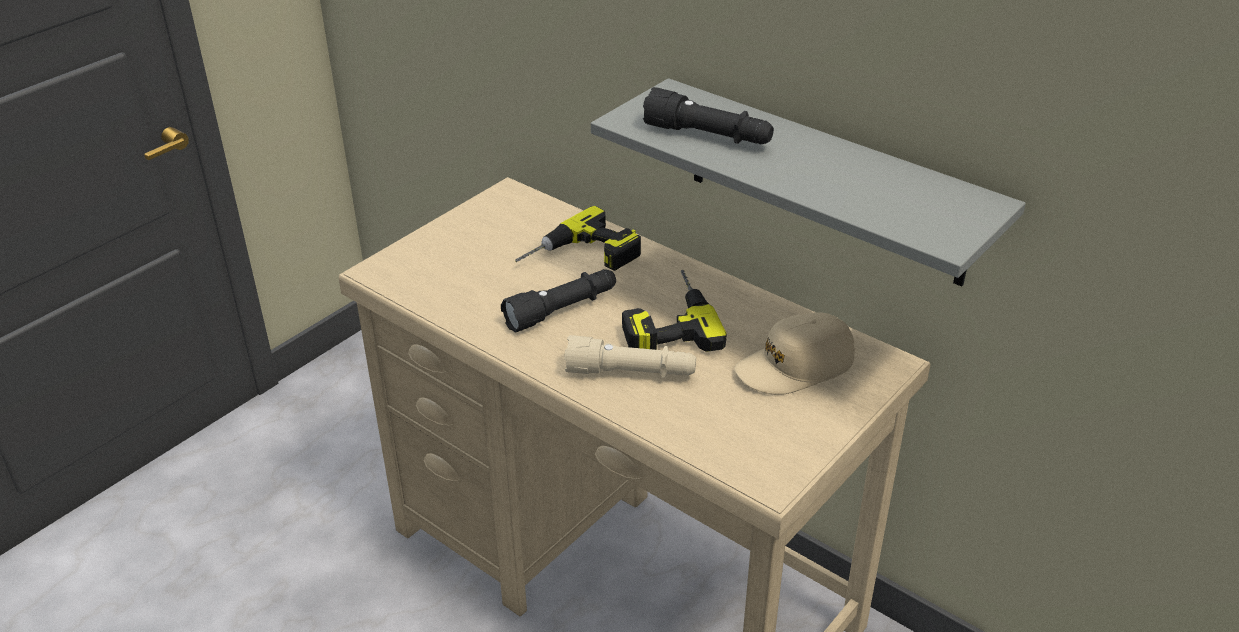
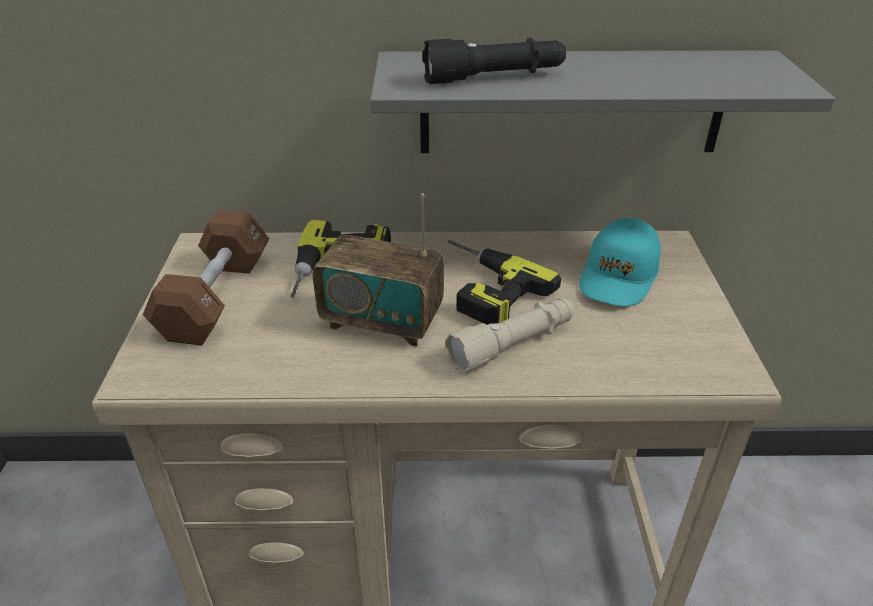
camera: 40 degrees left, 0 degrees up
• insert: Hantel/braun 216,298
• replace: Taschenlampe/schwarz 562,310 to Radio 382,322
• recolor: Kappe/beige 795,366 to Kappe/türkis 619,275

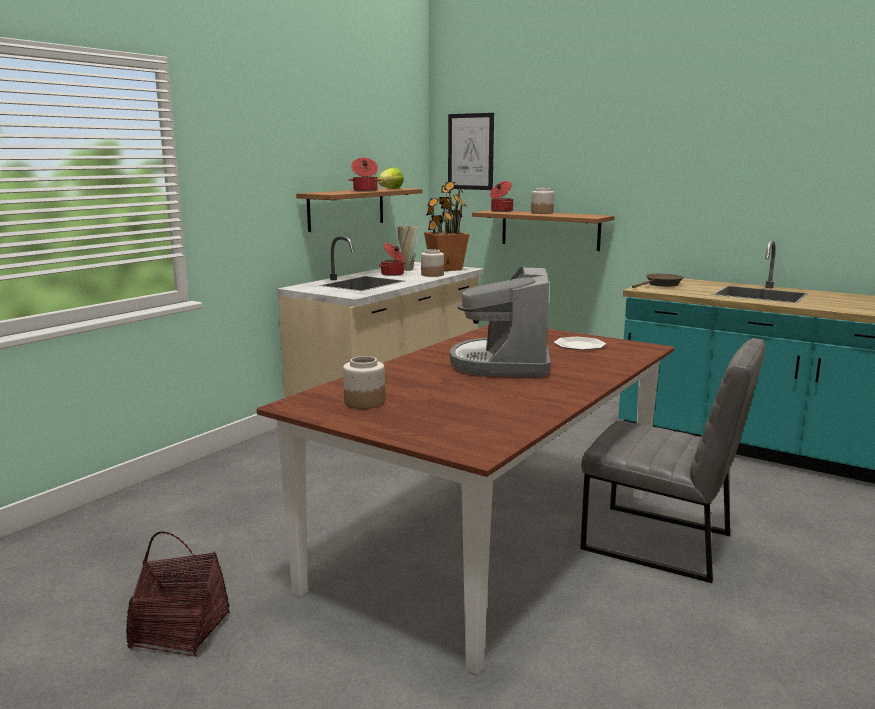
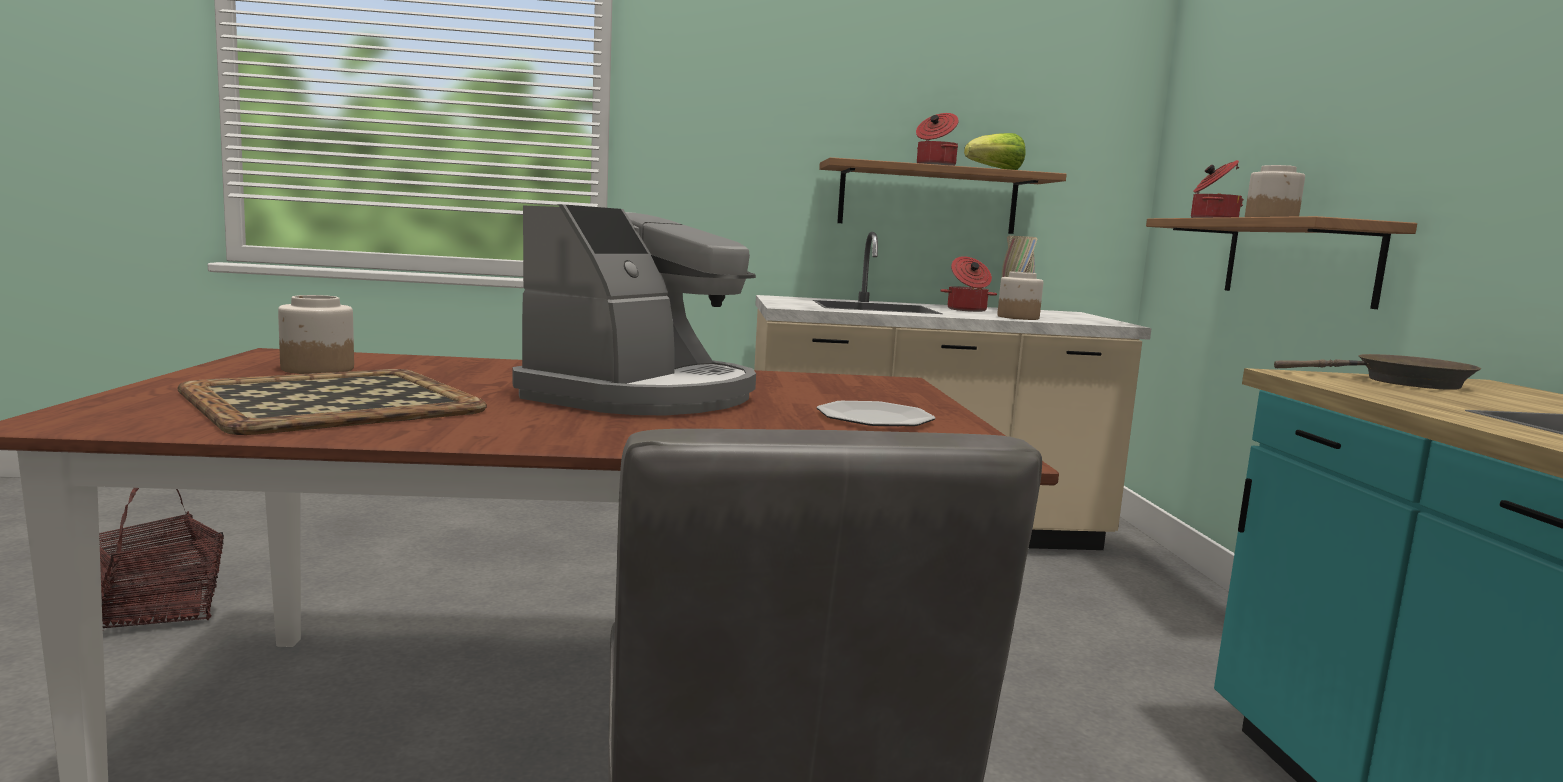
camera: 50 degrees right, 5 degrees down
• delete: Topfpflanze 445,269
• delete: Bild 470,151
• insert: Tablett 336,402
• rotate: Kaffeemaschine 502,363 = 643,395 150 degrees clockwise

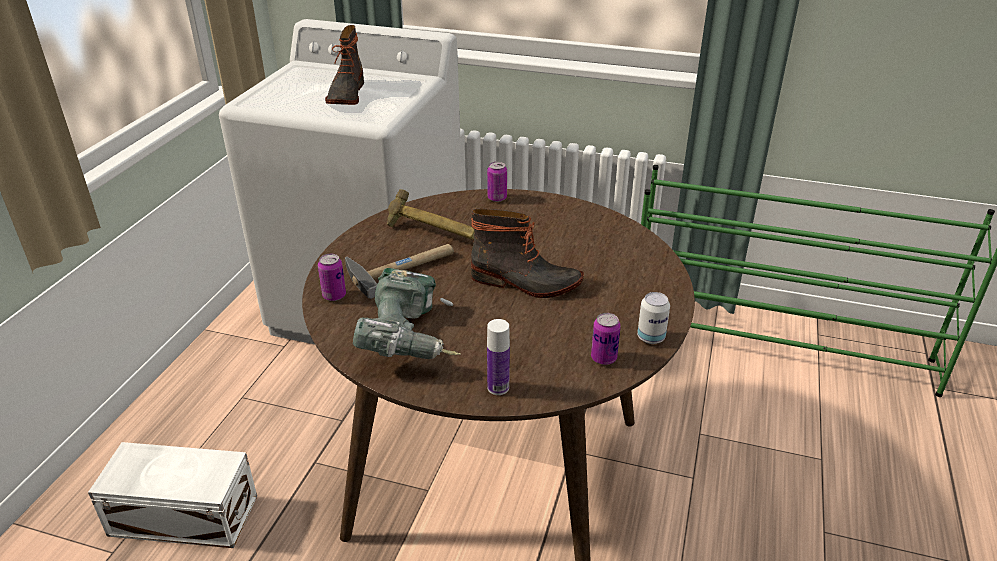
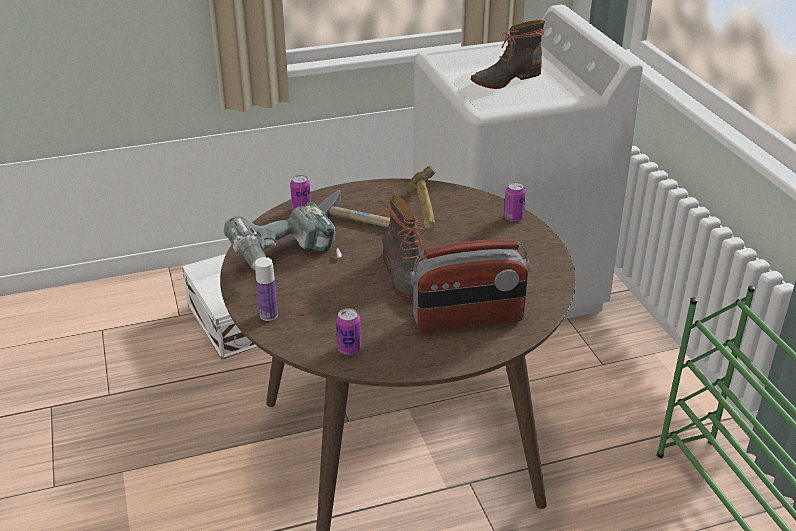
camera: 55 degrees right, 0 degrees up
• delete: Dose 651,338
• insert: Radio 468,319

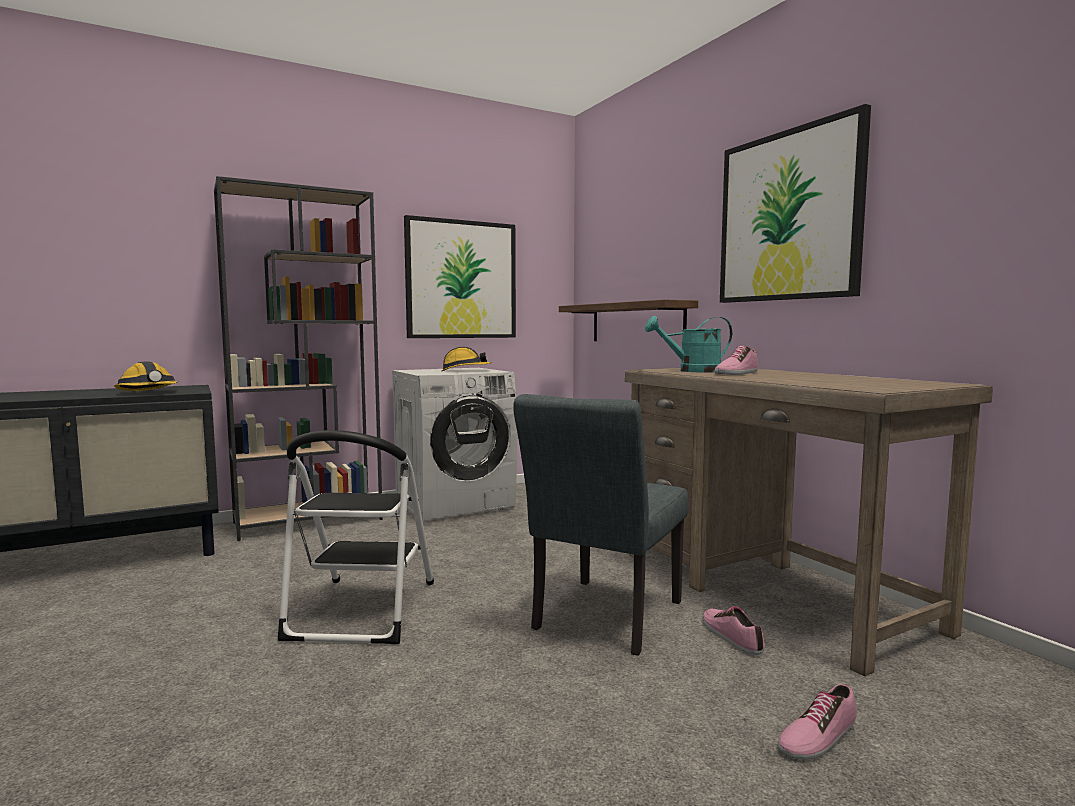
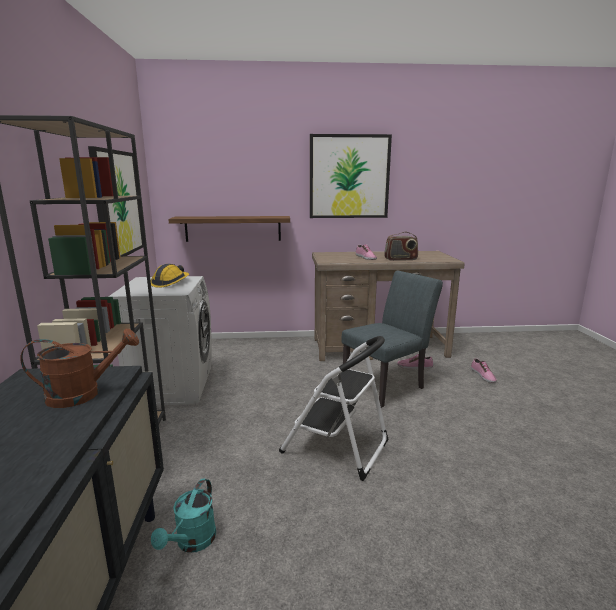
camera: 65 degrees left, 10 degrees up
• insert: Radio 400,259
• move: Gießkanne/türkis 692,371 to 192,543
• replace: Schutzhelm 149,392 to Gießkanne/braun 83,394
• rotate: Stuhl/grau 602,620 = 387,385 90 degrees counterclockwise

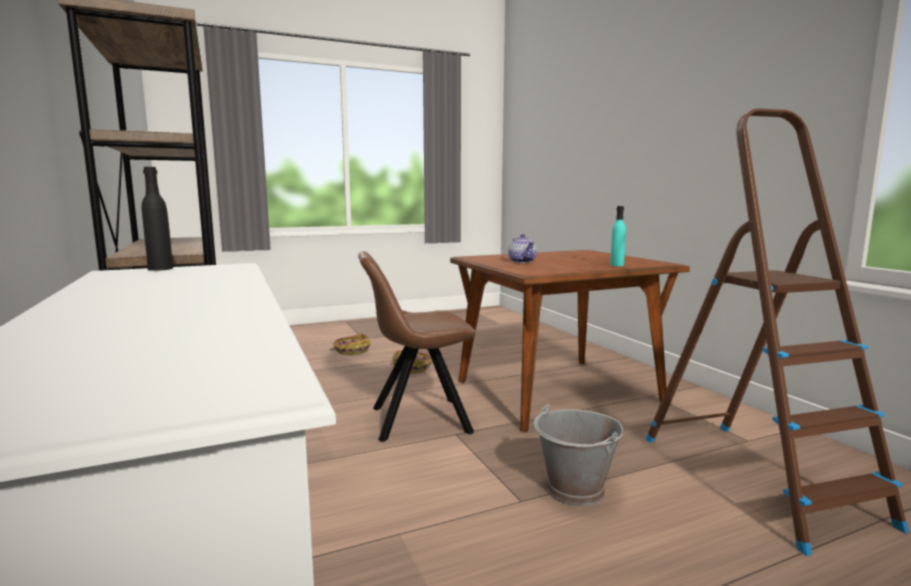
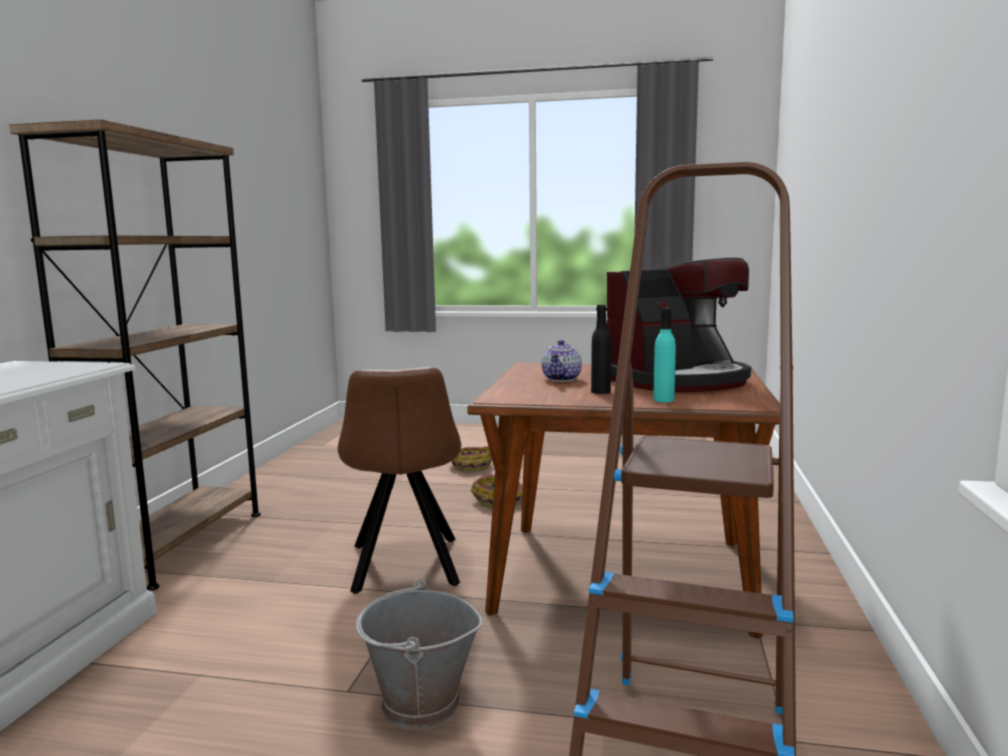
camera: 35 degrees right, 0 degrees up
• insert: Kaffeemaschine 678,380
• move: Flasche/schwarz 160,269 to 600,392
• rotate: Stuhl/braun 419,420 = 405,565 120 degrees counterclockwise

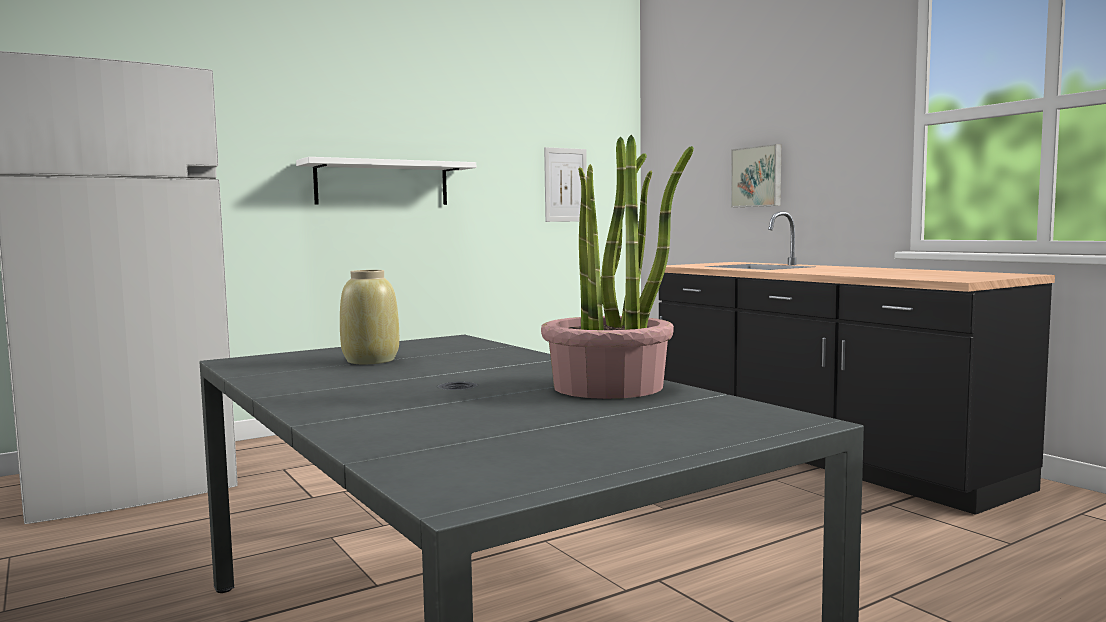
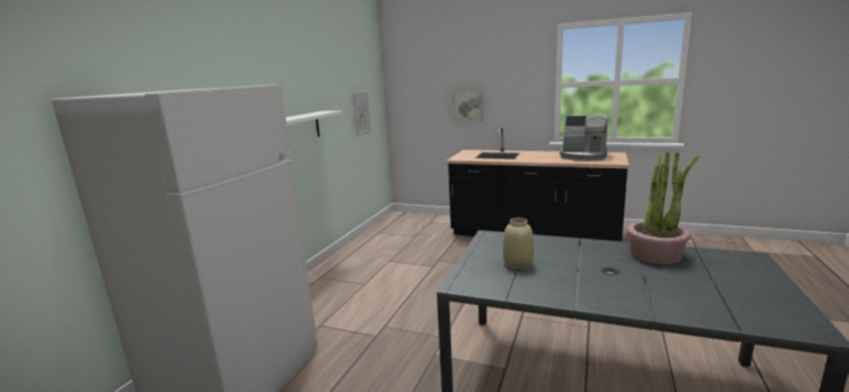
camera: 35 degrees left, 10 degrees up
• insert: Kaffeemaschine 583,156

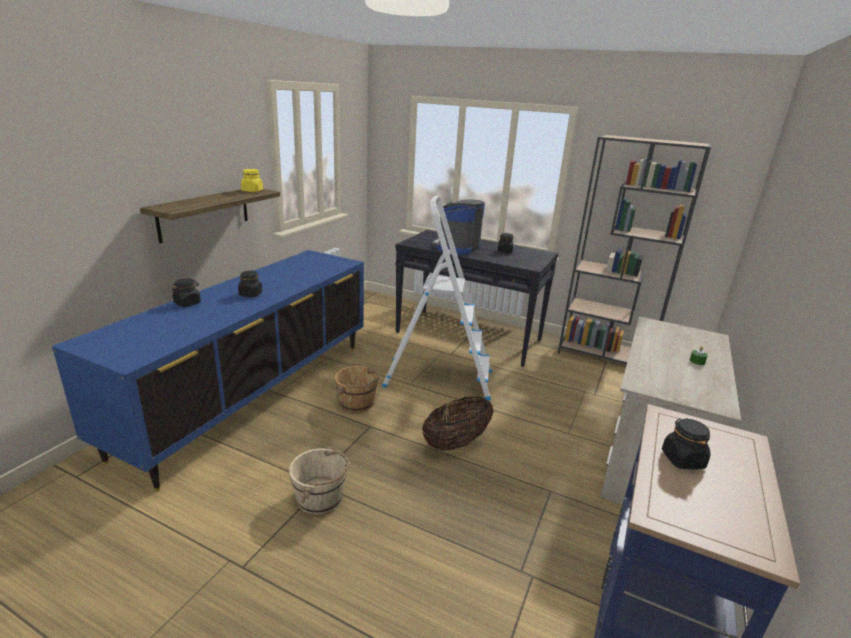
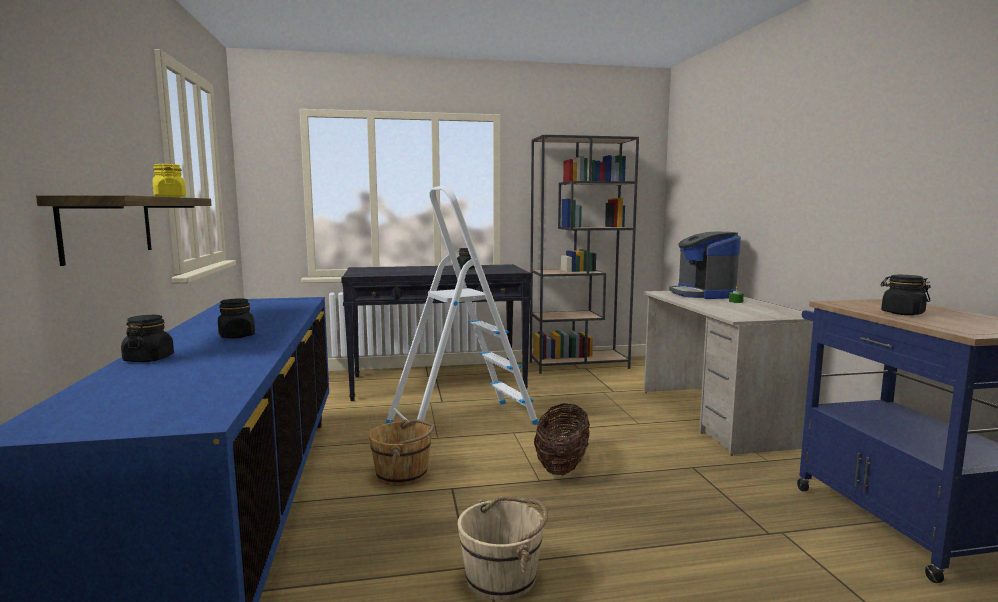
camera: 35 degrees left, 15 degrees down
• move: Kaffeemaschine 456,247 to 703,294

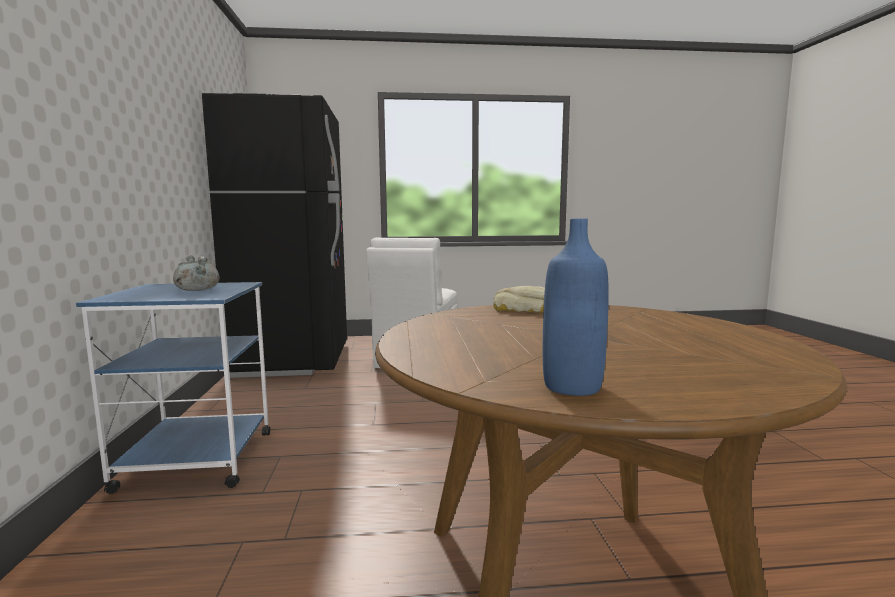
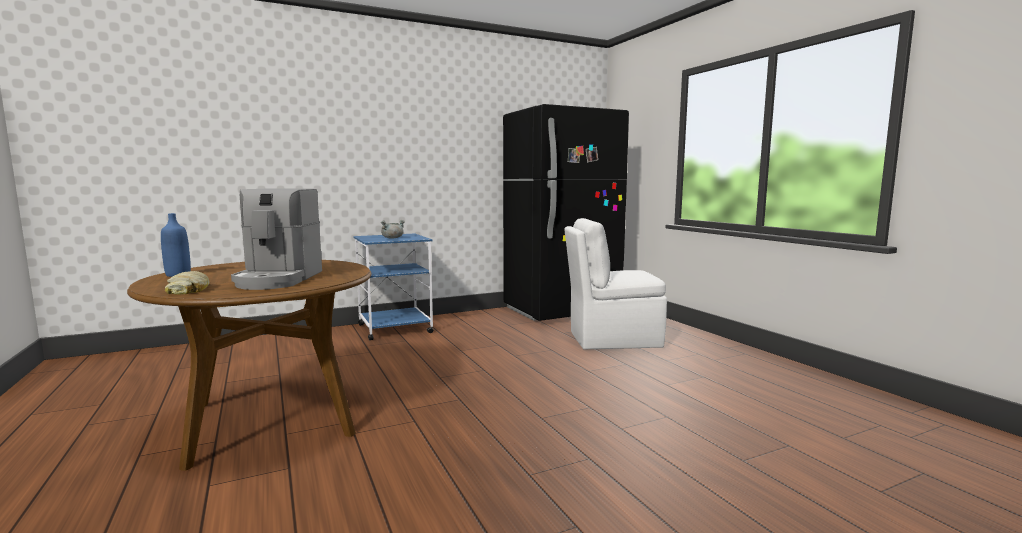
camera: 70 degrees right, 0 degrees up
• insert: Kaffeemaschine 279,279
• move: Brot 523,309 to 190,289

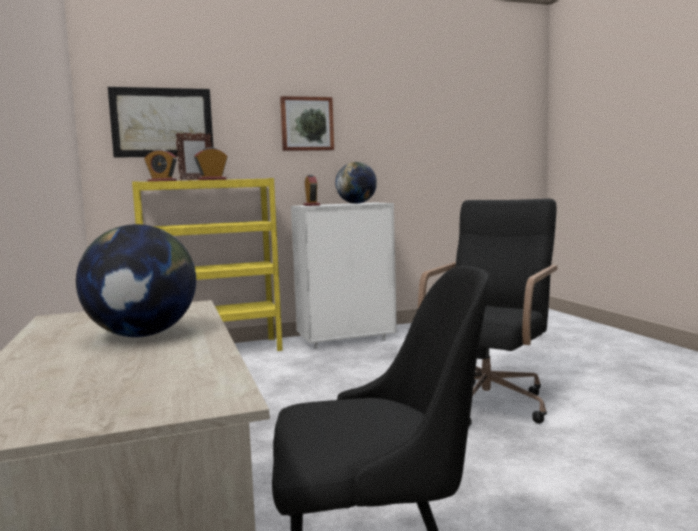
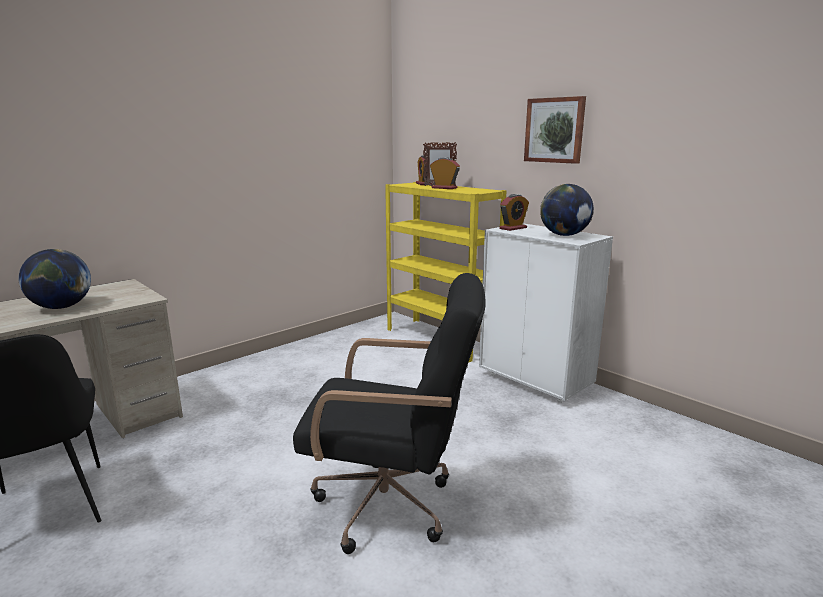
camera: 65 degrees right, 10 degrees up
• delete: Bild 162,122

